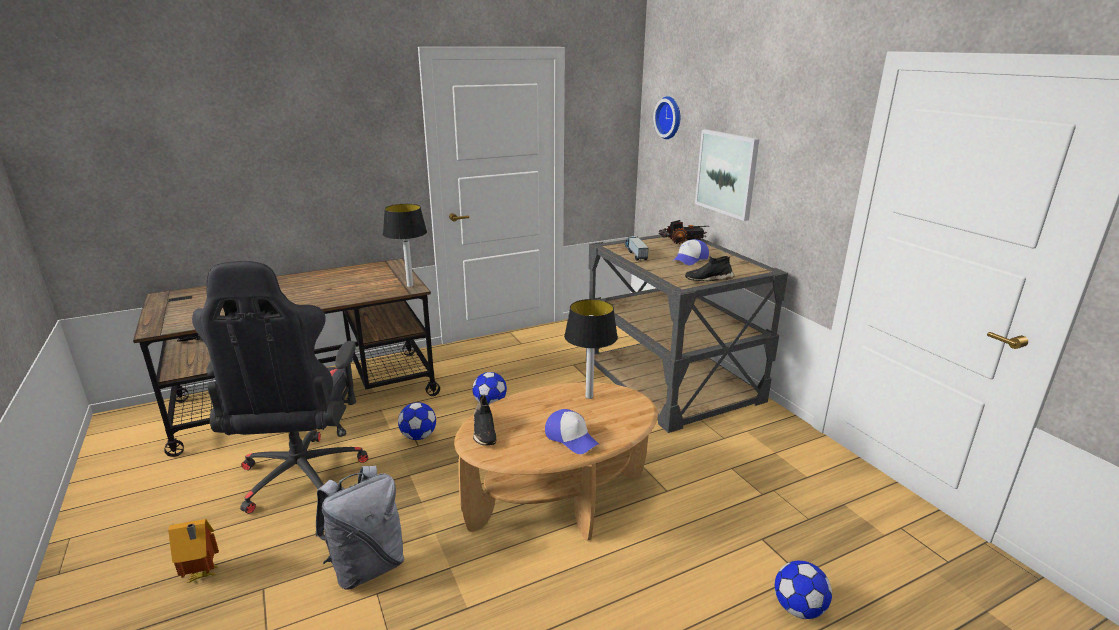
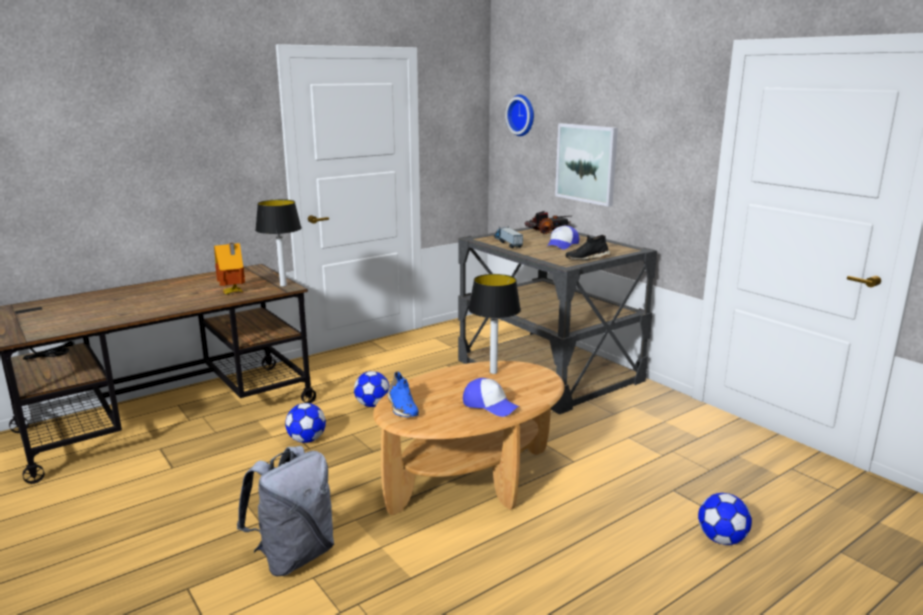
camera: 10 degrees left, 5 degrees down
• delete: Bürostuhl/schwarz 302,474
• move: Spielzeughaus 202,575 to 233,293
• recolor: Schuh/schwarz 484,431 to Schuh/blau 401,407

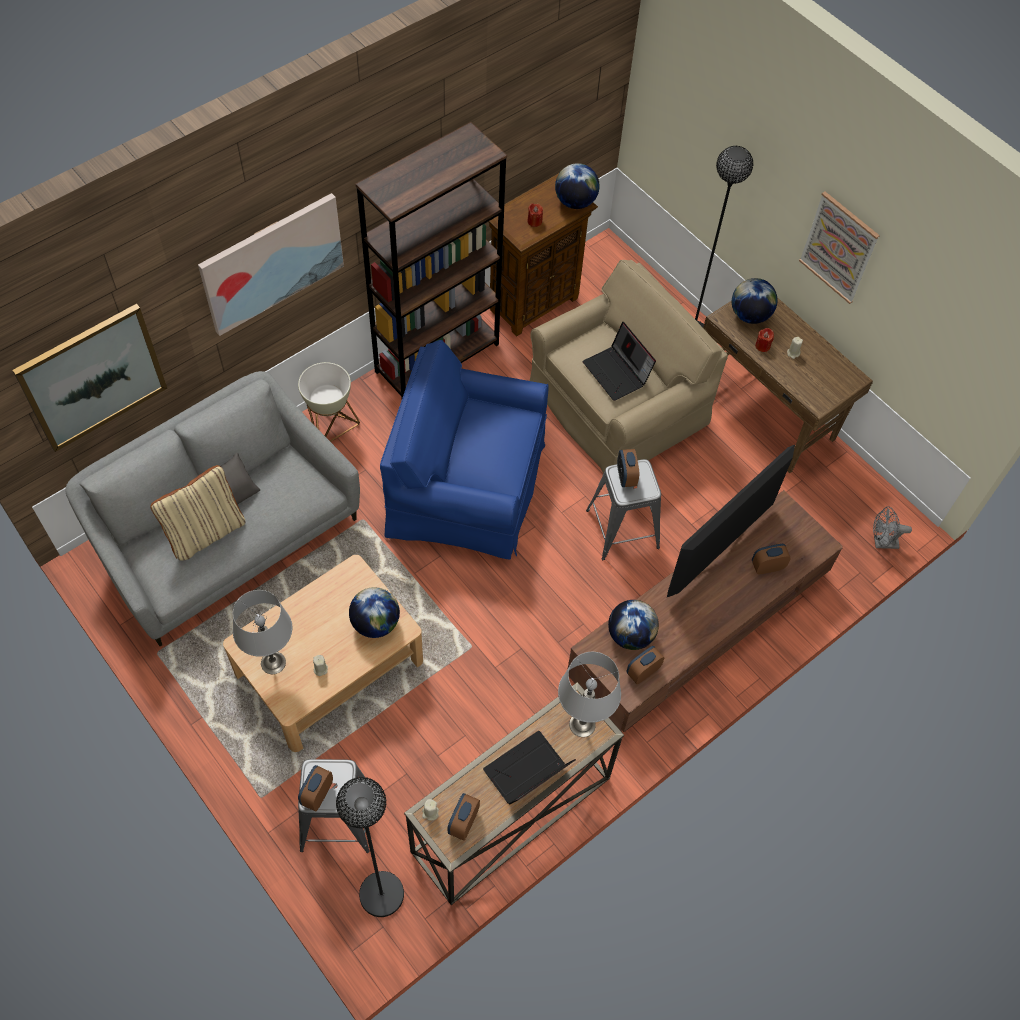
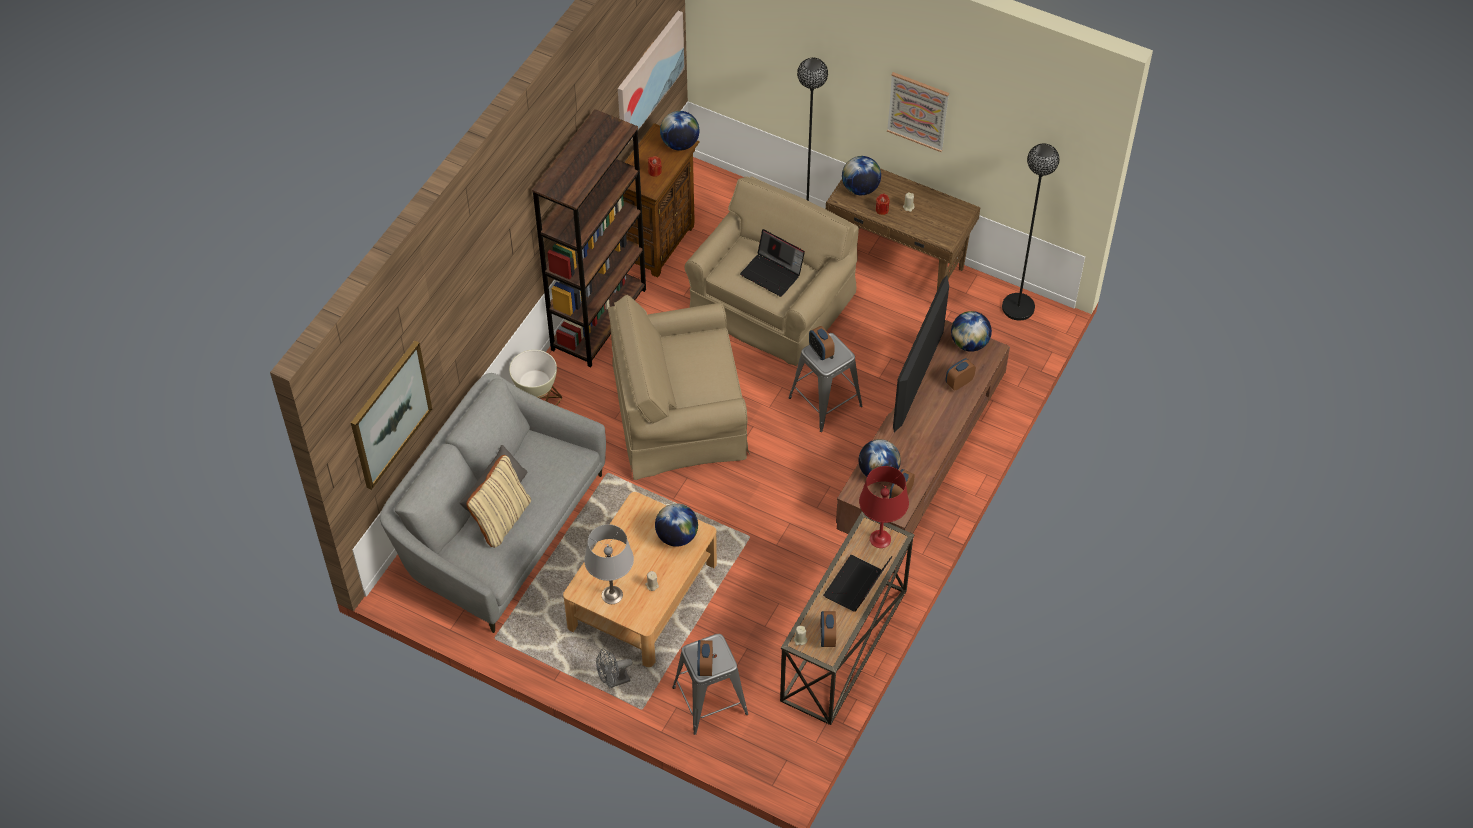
camera: 20 degrees left, 5 degrees down
• insert: Globus 969,343
• move: Bild 272,262 to 648,77
• move: Stehlampe/schwarz 381,894 to 1017,307
• move: Ventilator/grau 881,543 to 613,681
• recolor: Sessel/blau 467,483 to Sessel/beige 679,413
• recolor: Tischlampe/grau 582,724 to Tischlampe/rot 880,538

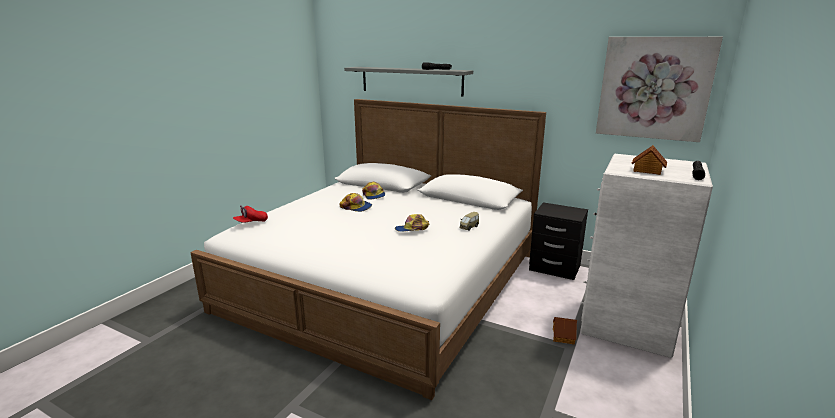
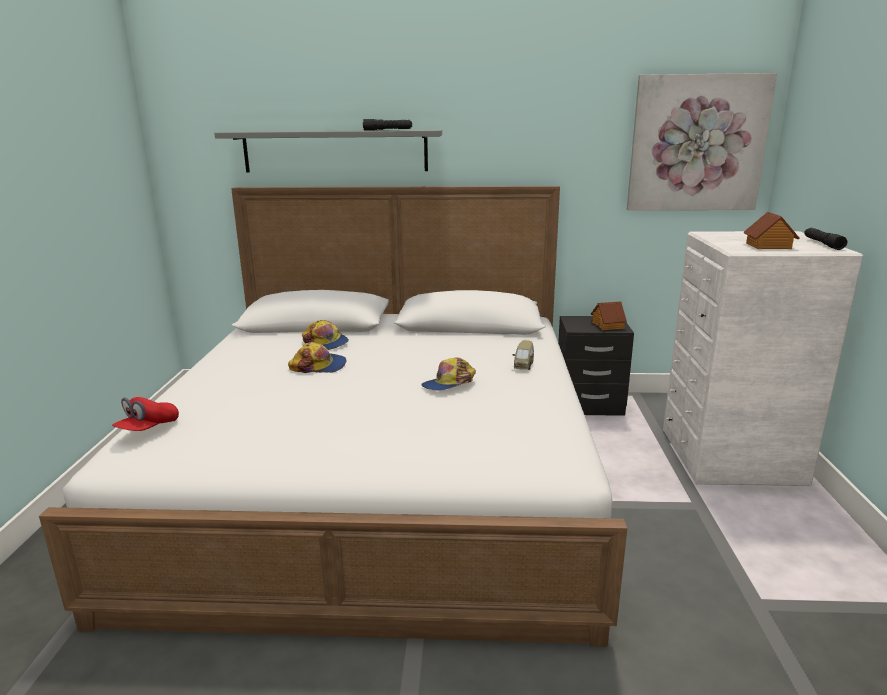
camera: 25 degrees left, 0 degrees up
• move: Spielzeughaus 563,336 to 608,325

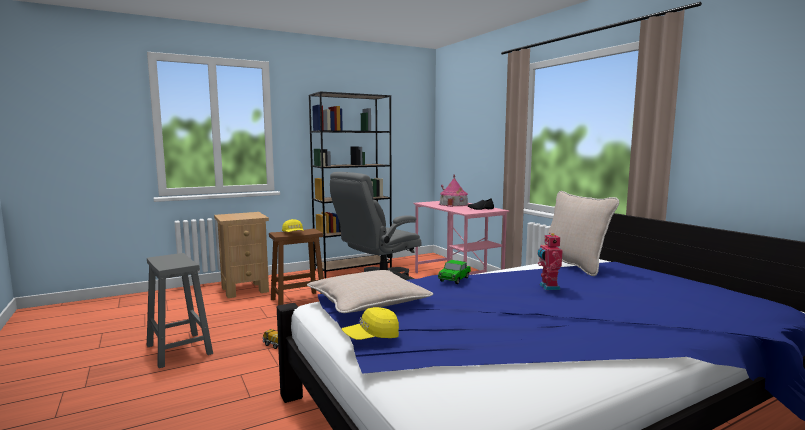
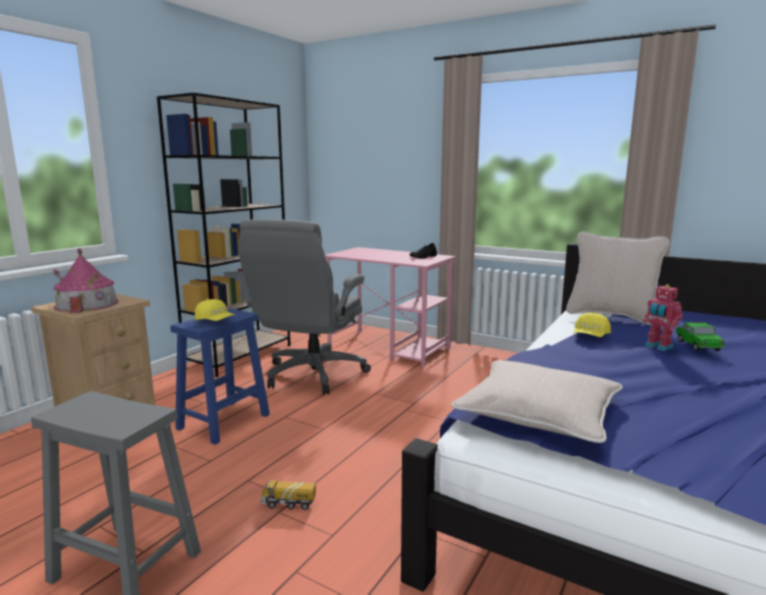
camera: 30 degrees left, 5 degrees up
• move: Kappe/gelb 371,337 to 590,336
• move: Spielzeugauto 454,279 to 698,345
• move: Spielzeughaus 453,204 to 87,304
• recolor: Hocker/braun 299,301 to Hocker/blau 224,421

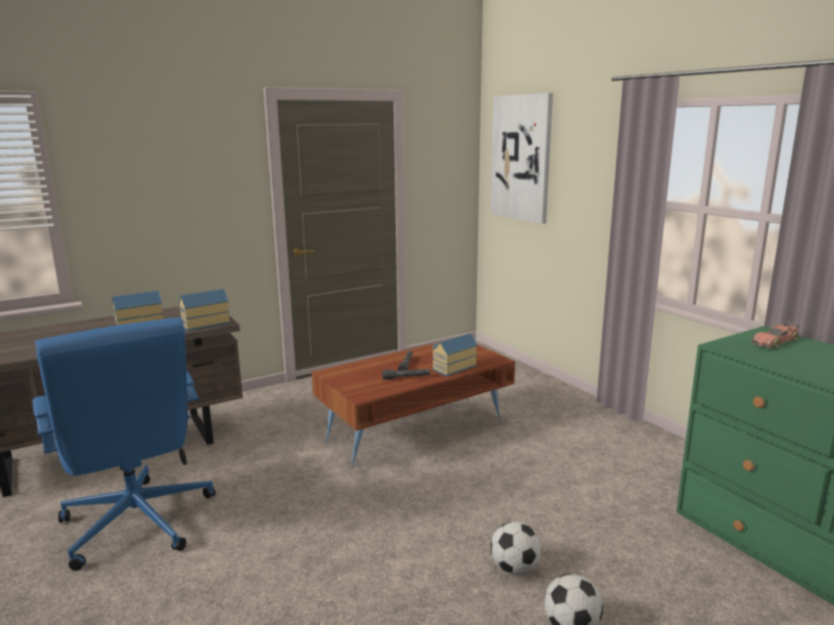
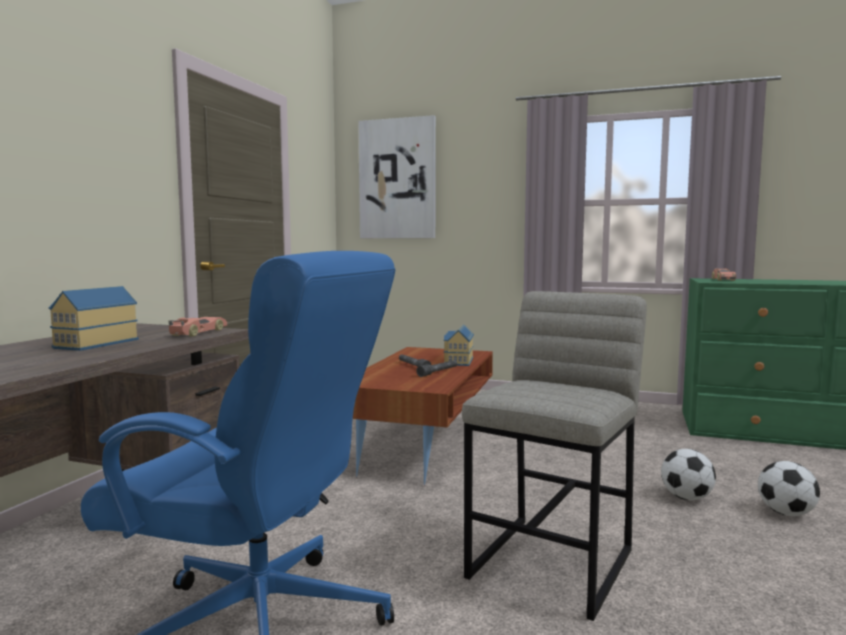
camera: 40 degrees left, 10 degrees down
• insert: Stuhl/grau 553,561
• replace: Spielzeughaus 204,323 to Spielzeugauto 198,333

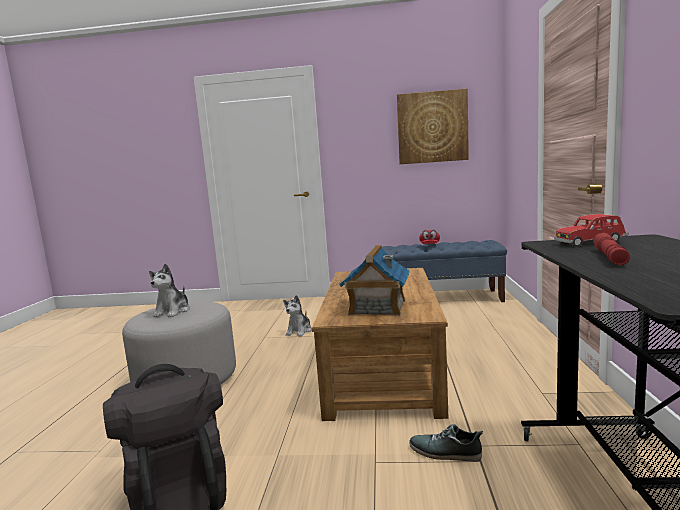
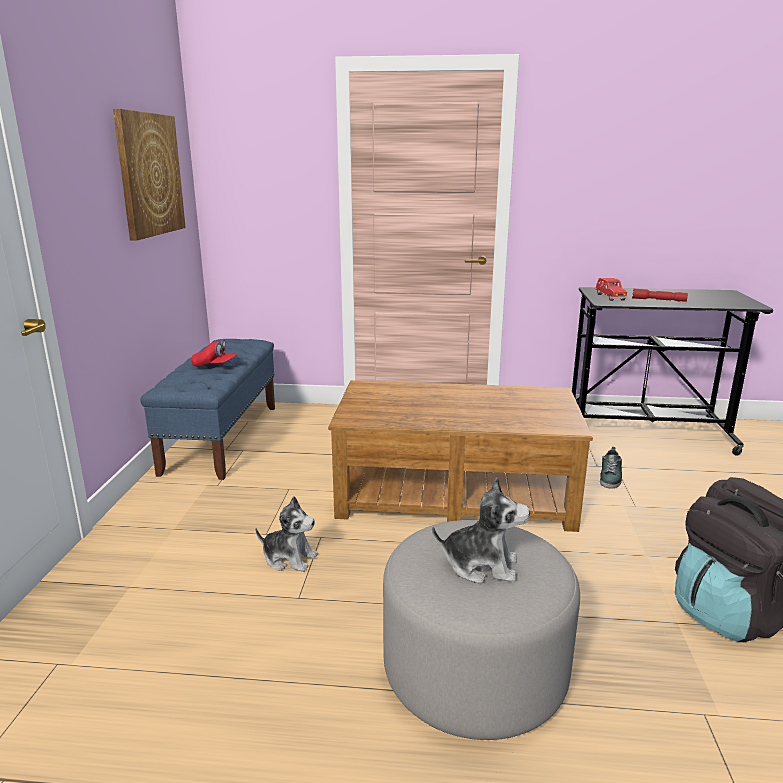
camera: 90 degrees left, 10 degrees up
• delete: Spielzeughaus 377,307

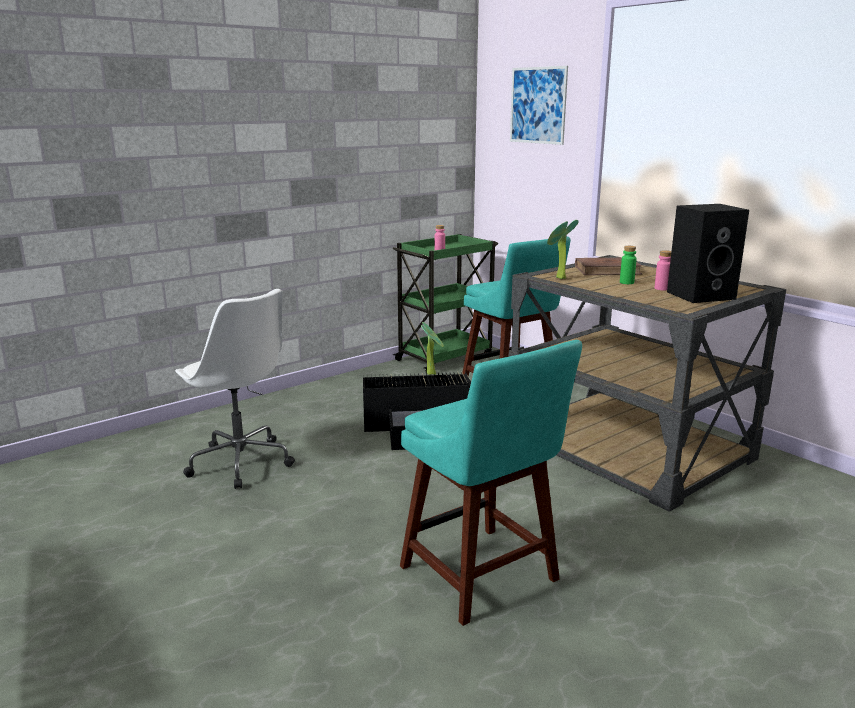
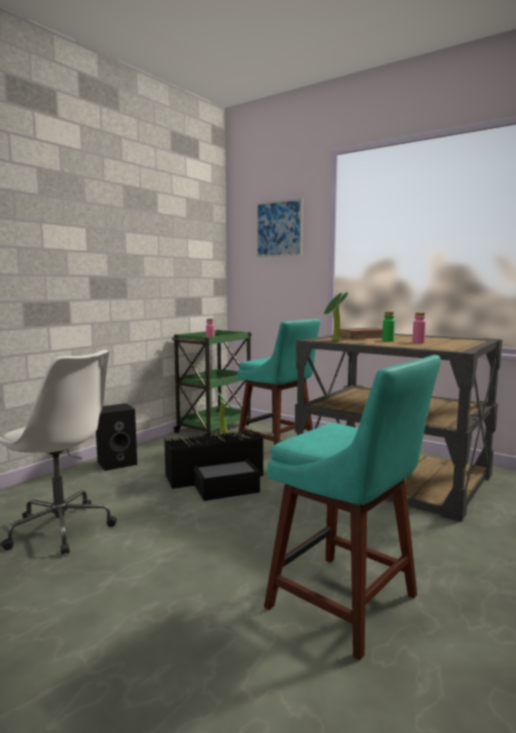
camera: 15 degrees left, 10 degrees down
• move: Lautsprecher/schwarz 701,295 to 118,462

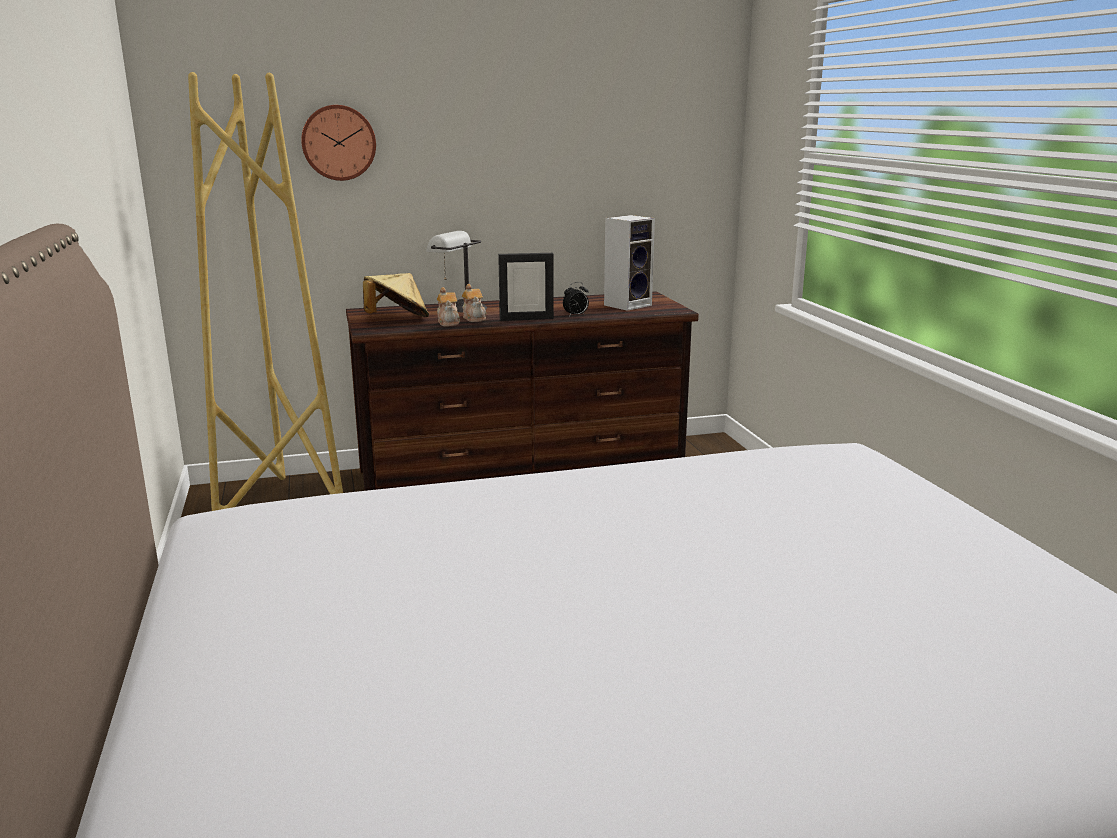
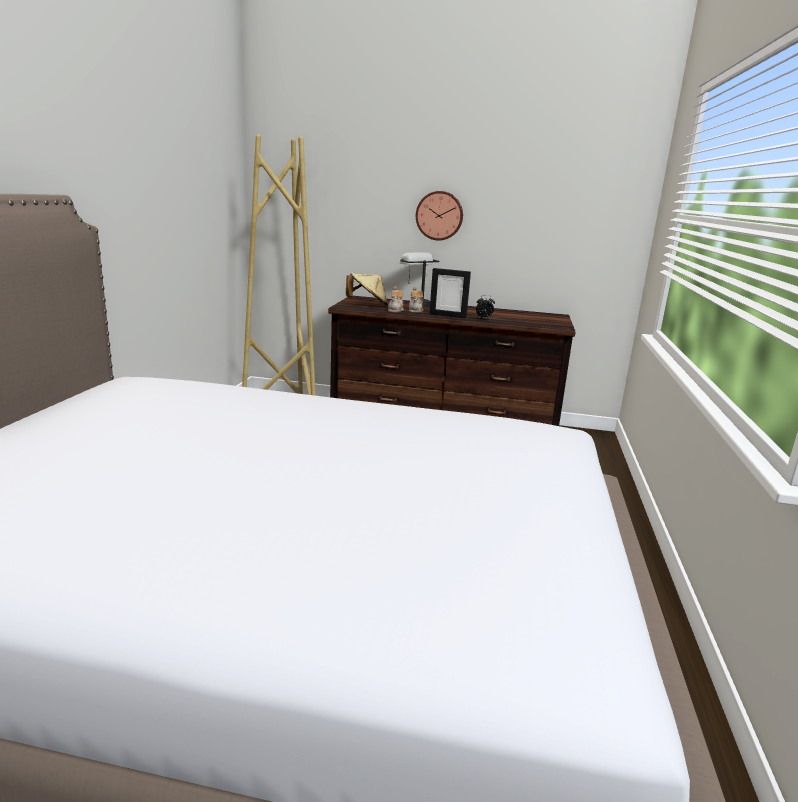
camera: 25 degrees right, 0 degrees up
• delete: Lautsprecher 628,305
• move: Wanduhr 338,142 to 439,215

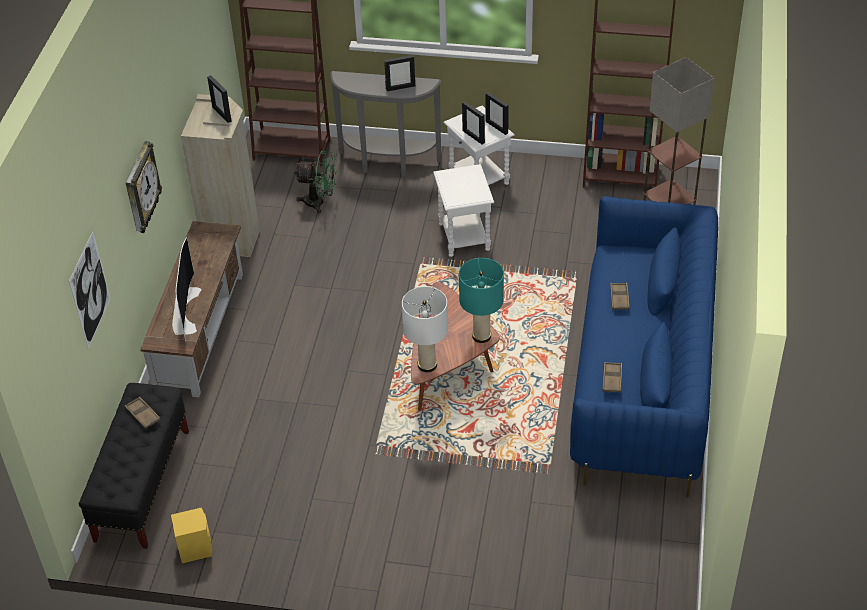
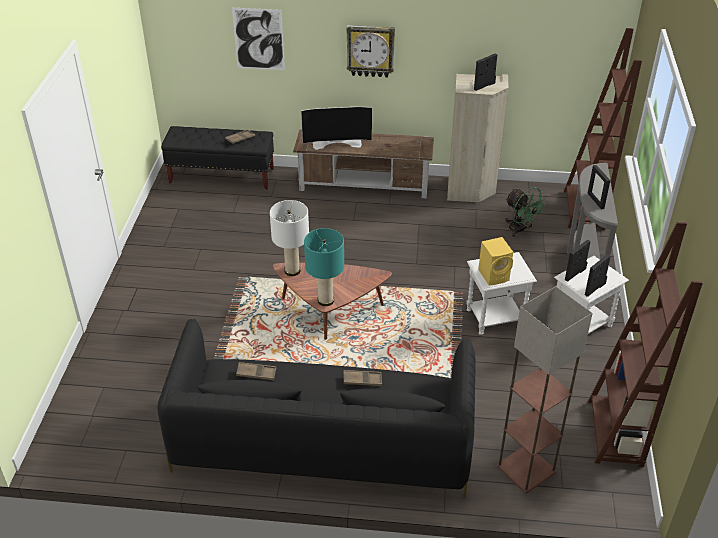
camera: 85 degrees right, 5 degrees down
• move: Lautsprecher/gelb 195,547 to 495,275
• recolor: Sofa/blau 642,374 to Sofa/schwarz 322,443
• rotate: Ventilator/grün 320,202 = 520,230 45 degrees counterclockwise

